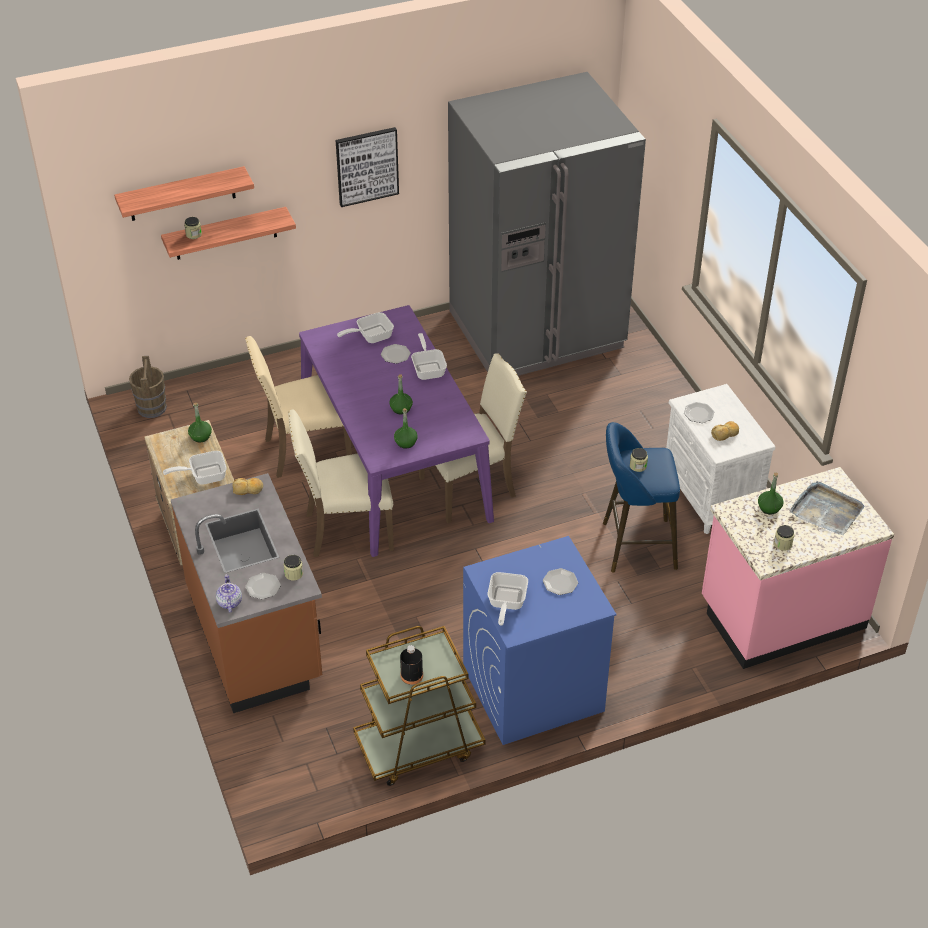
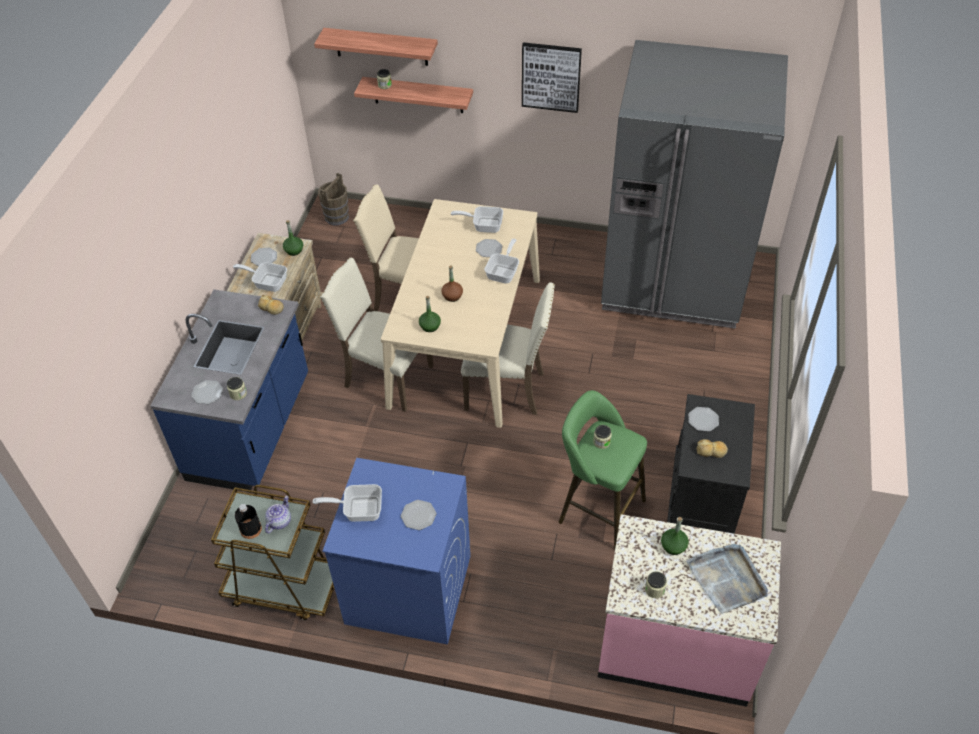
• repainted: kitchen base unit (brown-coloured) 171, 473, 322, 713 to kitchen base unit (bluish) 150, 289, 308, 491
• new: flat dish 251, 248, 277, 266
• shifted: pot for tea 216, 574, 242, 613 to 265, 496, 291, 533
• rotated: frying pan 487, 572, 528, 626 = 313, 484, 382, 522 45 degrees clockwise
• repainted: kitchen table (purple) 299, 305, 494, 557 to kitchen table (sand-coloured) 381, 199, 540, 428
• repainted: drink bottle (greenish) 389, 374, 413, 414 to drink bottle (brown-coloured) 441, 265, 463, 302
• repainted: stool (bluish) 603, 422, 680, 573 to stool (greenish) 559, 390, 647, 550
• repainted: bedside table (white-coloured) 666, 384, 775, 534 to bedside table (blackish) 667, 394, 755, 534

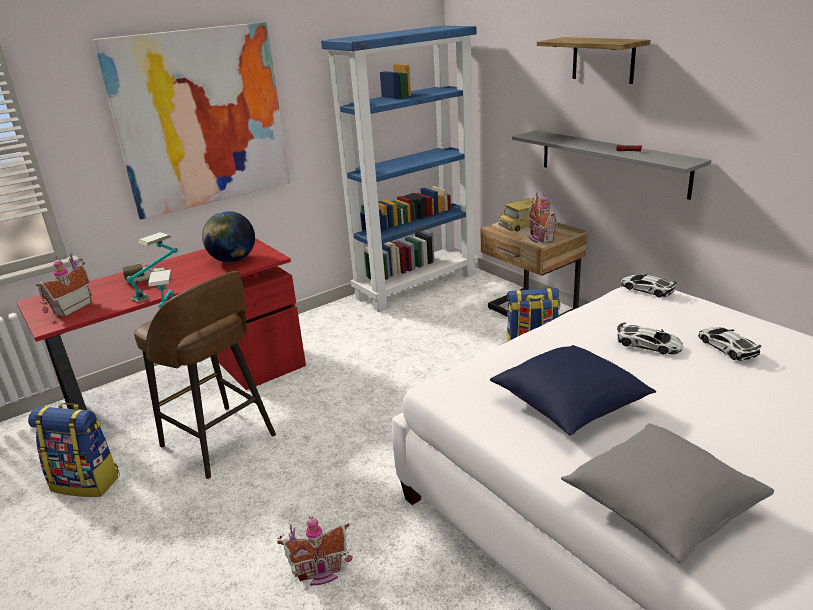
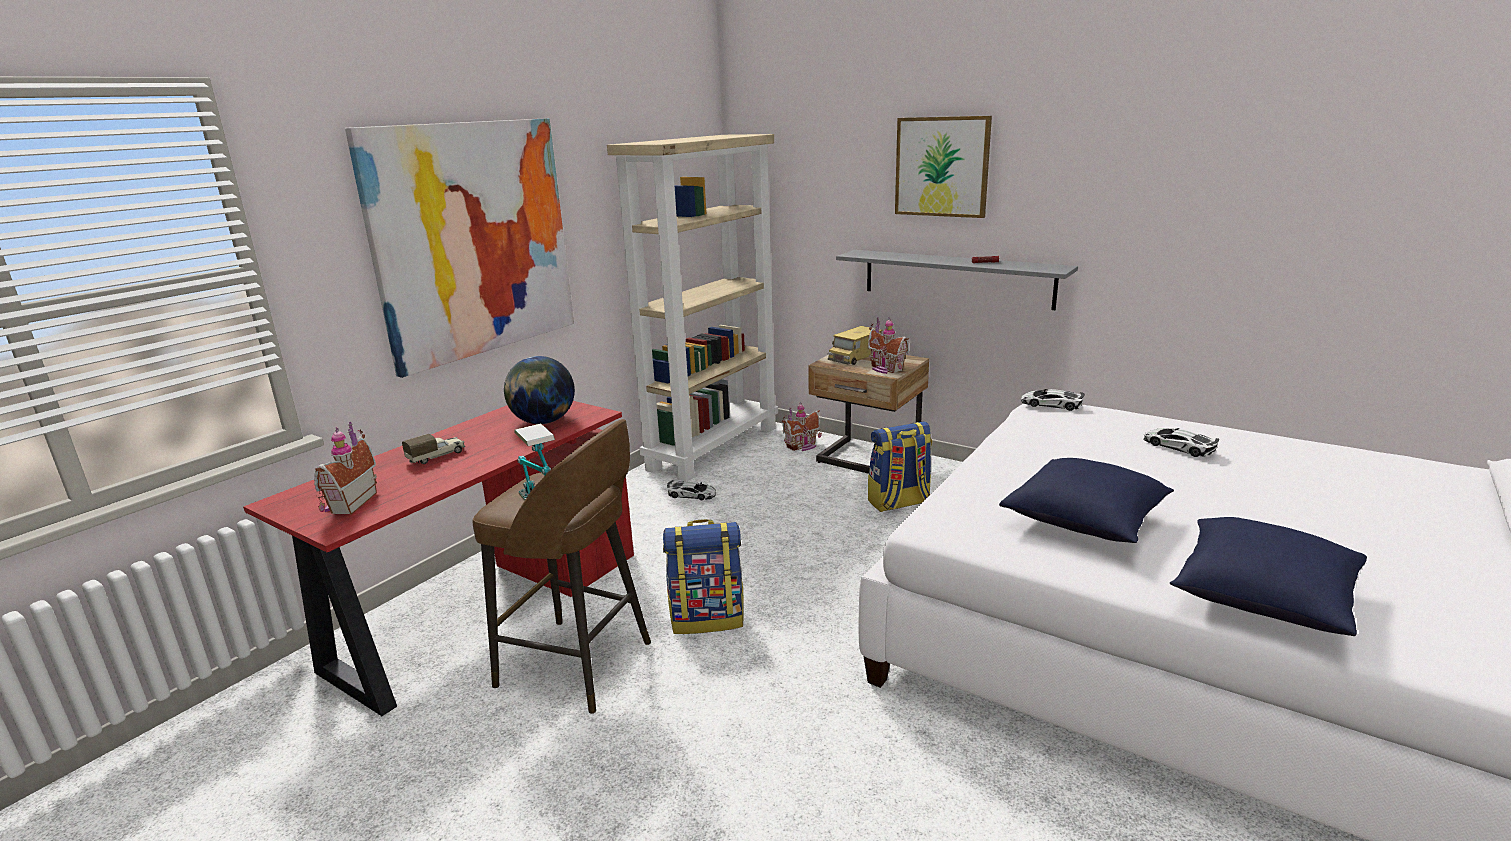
• repainted: bookshelf (bluish) 321, 26, 478, 312 to bookshelf (sand-coloured) 607, 134, 778, 482
• shifted: rucksack 28, 403, 120, 497 to 663, 519, 744, 634
• shifted: toy car 617, 323, 683, 354 to 667, 480, 716, 500
• shifted: toy house 277, 516, 353, 586 to 782, 402, 822, 451
• swapped: bracket shelf 537, 37, 650, 84 to wall art 895, 116, 992, 218
• repainted: pillow (greyish) 561, 423, 774, 564 to pillow (bluish) 1170, 517, 1367, 636
• gone: table lamp 126, 232, 178, 303

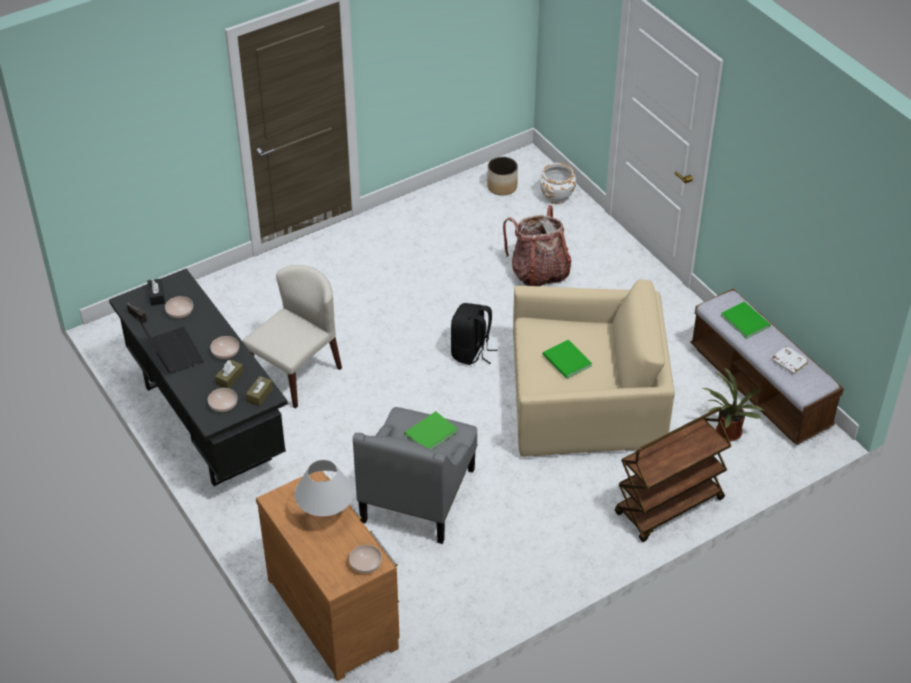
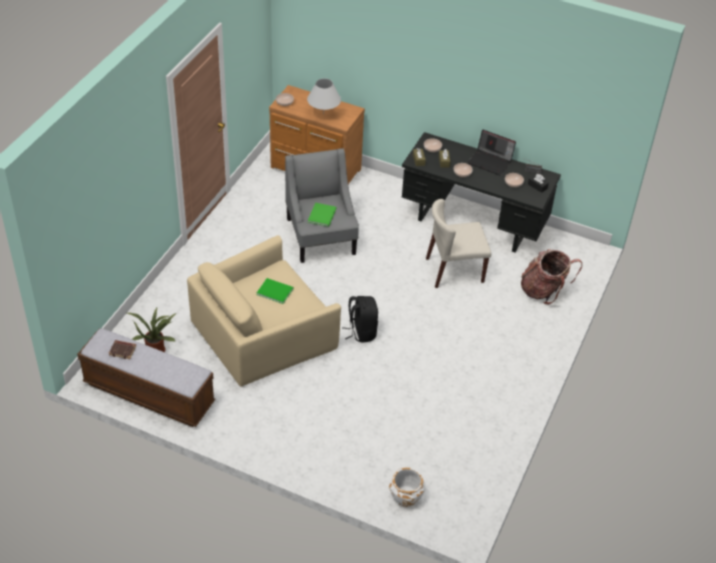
• repainted: book (white-coloured) 771, 346, 809, 375 to book (brown-coloured) 109, 340, 136, 359
• rotated: plain chair (sand-coloured) 242, 265, 342, 409 = 426, 199, 491, 288 75 degrees clockwise
• shifted: rucksack 503, 205, 571, 286 to 521, 249, 582, 304
• gone: flower pot 487, 157, 518, 196
• gone: cart (brown-coloured) 615, 408, 732, 542
• gone: book (greenish) 721, 301, 771, 339

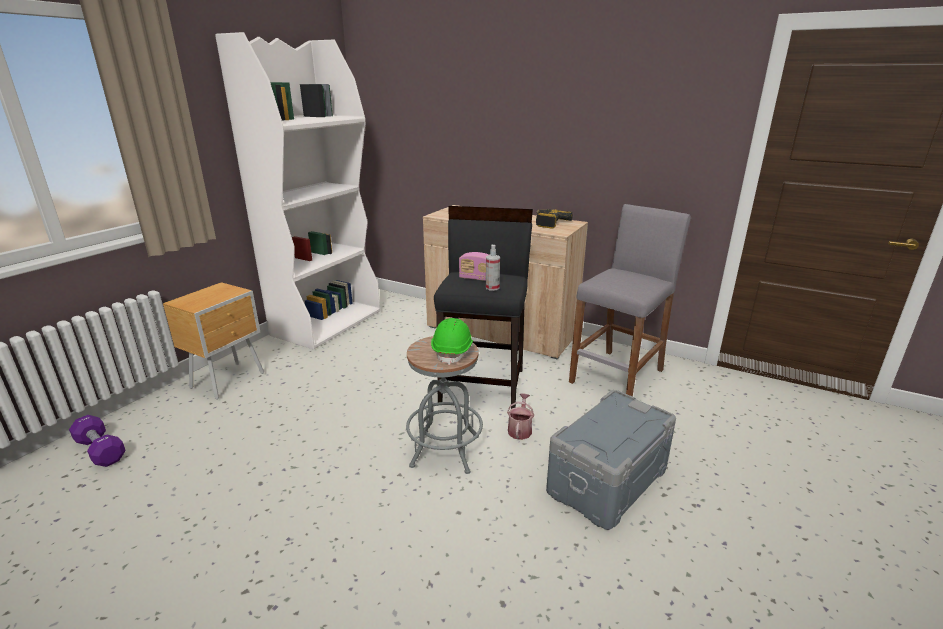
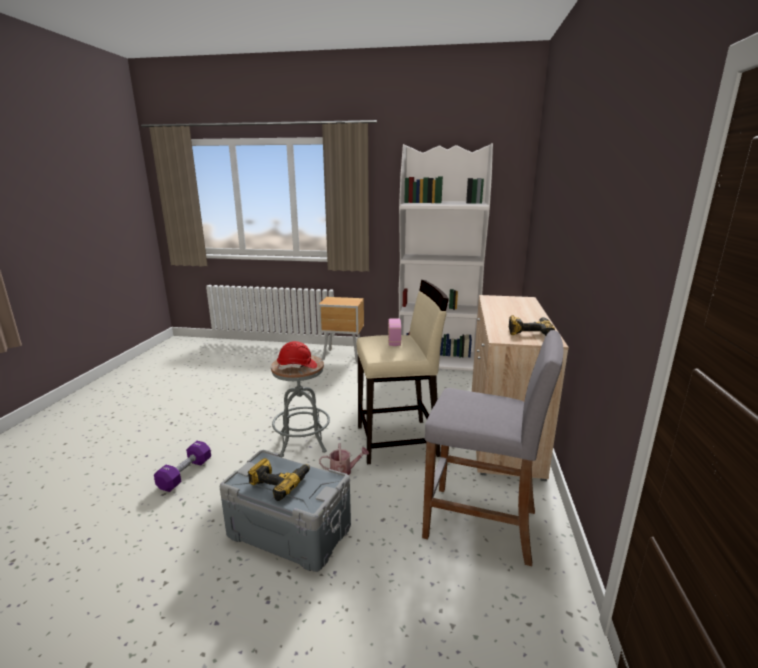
• shifted: hand weight (purple) 69, 415, 126, 467 to 154, 441, 211, 492
• new: power drill 248, 458, 310, 501
• repainted: safety helmet (greenish) 431, 318, 473, 365 to safety helmet (reddish) 277, 341, 317, 370
• repainted: stool (blackish) 434, 206, 533, 409 to stool (sand-coloured) 357, 280, 449, 465
• gone: hand sprayer 486, 245, 500, 291

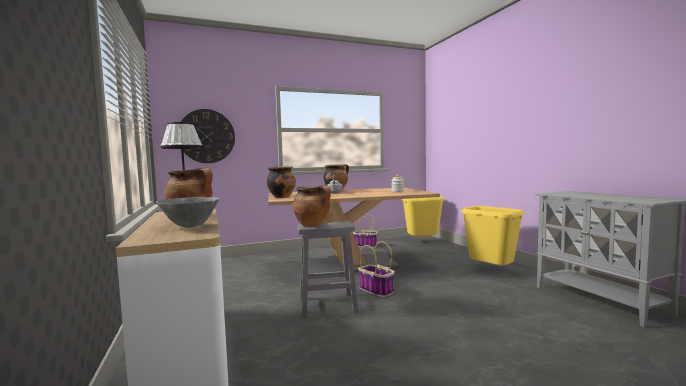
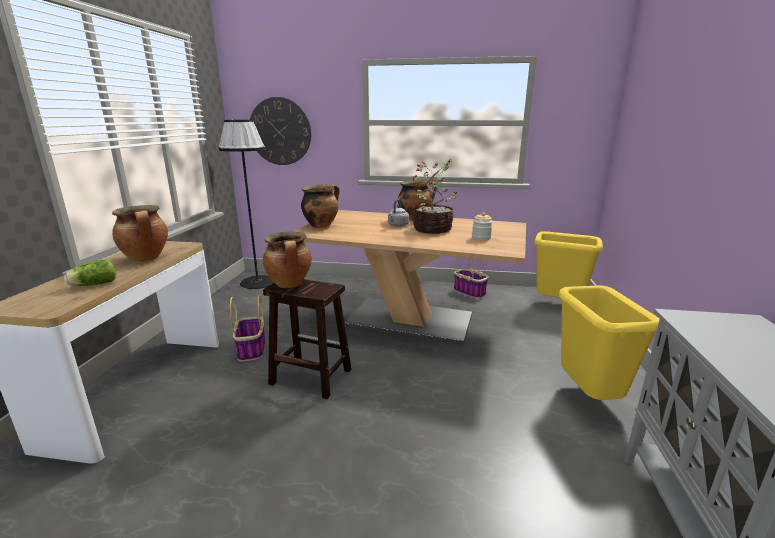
• swapped: bowl (greyish) 156, 197, 220, 227 to lettuce 64, 260, 116, 286
• shifted: storage basket 358, 241, 395, 297 to 230, 295, 265, 361
• repainted: stool (greyish) 298, 221, 358, 316 to stool (brown-coloured) 263, 279, 351, 399
• new: plant in a pot 412, 159, 457, 234

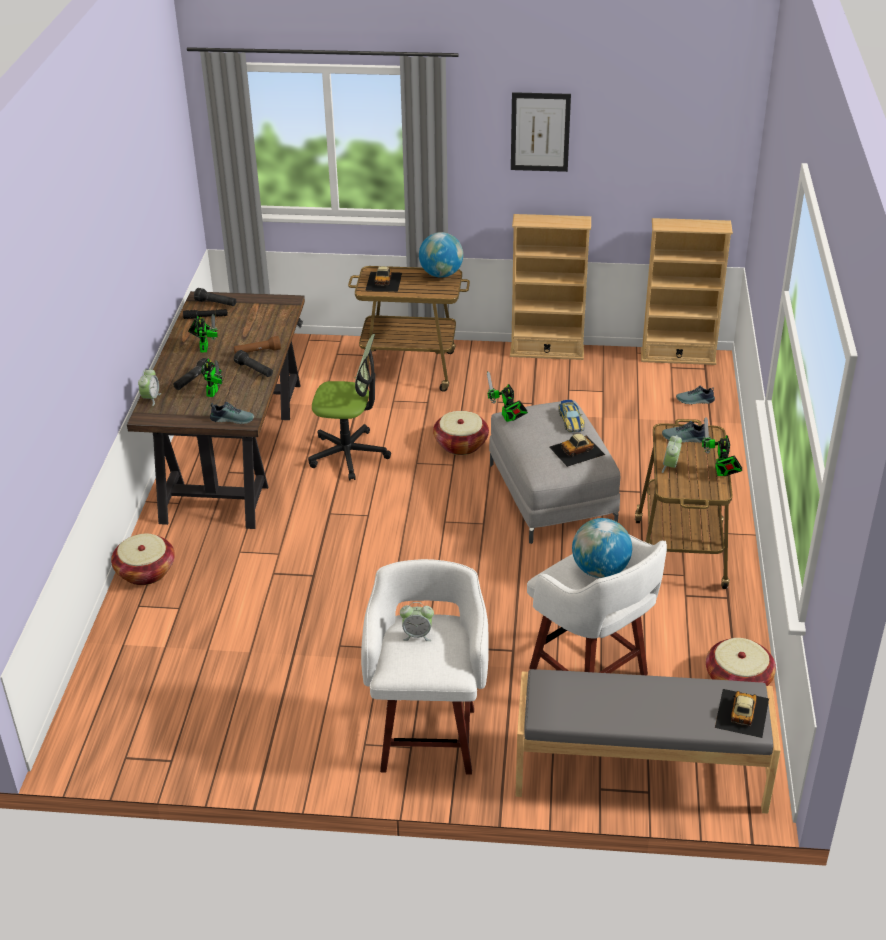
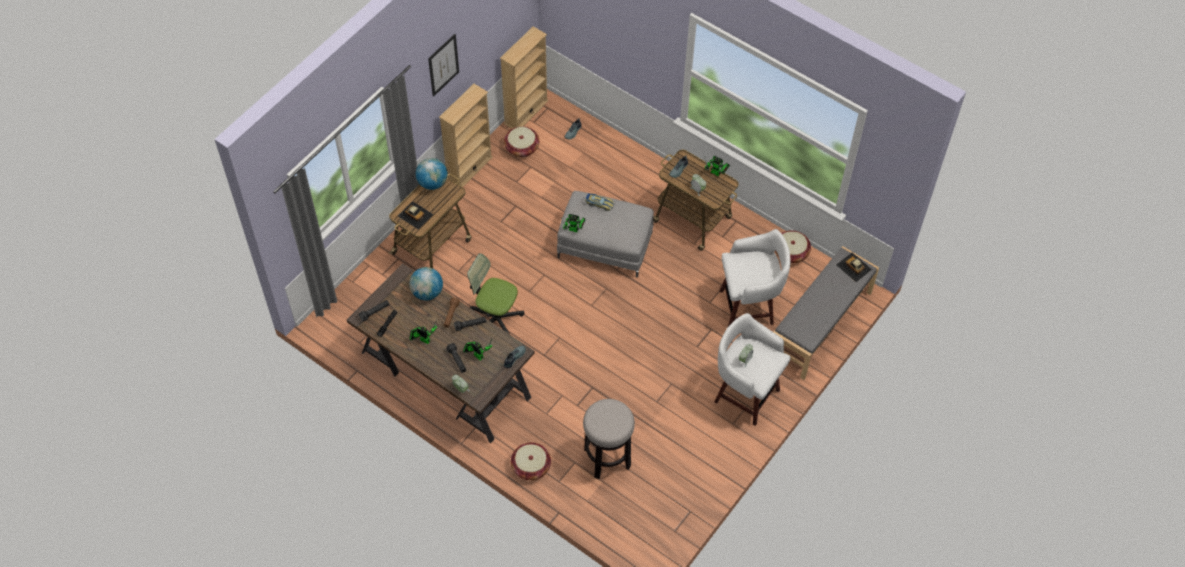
• shifted: globe 572, 518, 632, 578 to 409, 267, 443, 300
• rotated: desk chair 308, 334, 391, 481 = 467, 253, 524, 333 105 degrees counterclockwise
• shifted: storage basket 433, 411, 489, 455 to 504, 126, 539, 157
• new: stool 583, 399, 635, 479
• gone: toy car 549, 433, 605, 467

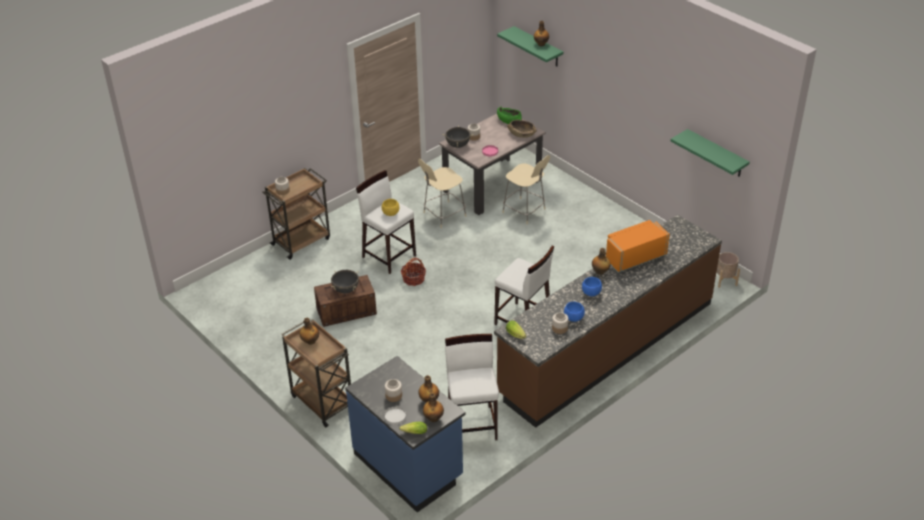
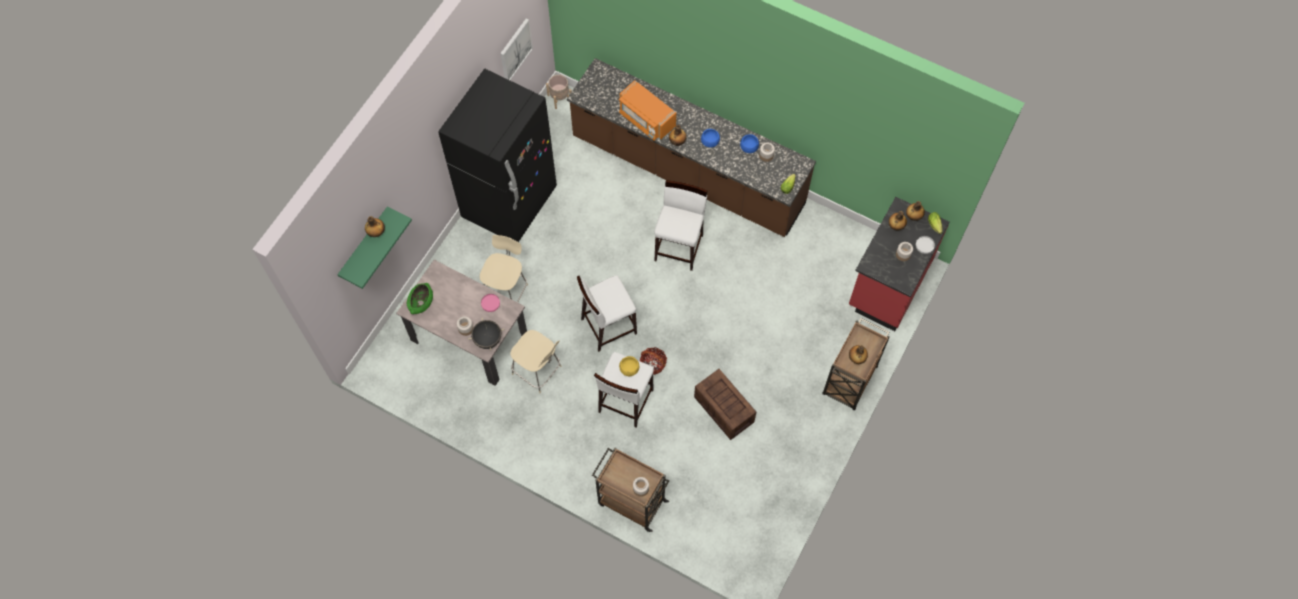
• new: fridge (blackish) 439, 69, 557, 242
• swapped: bracket shelf (greenish) 671, 129, 750, 177 to wall art 500, 18, 533, 80
• shifted: stool (white-coloured) 445, 334, 499, 441 to 577, 275, 637, 352
• repainted: kitchen base unit (bluish) 345, 356, 466, 512 to kitchen base unit (reddish) 849, 197, 950, 331
• gone: cooking pot (blackish) 331, 270, 359, 294
• gone: bowl (brown-coloured) 507, 120, 537, 138

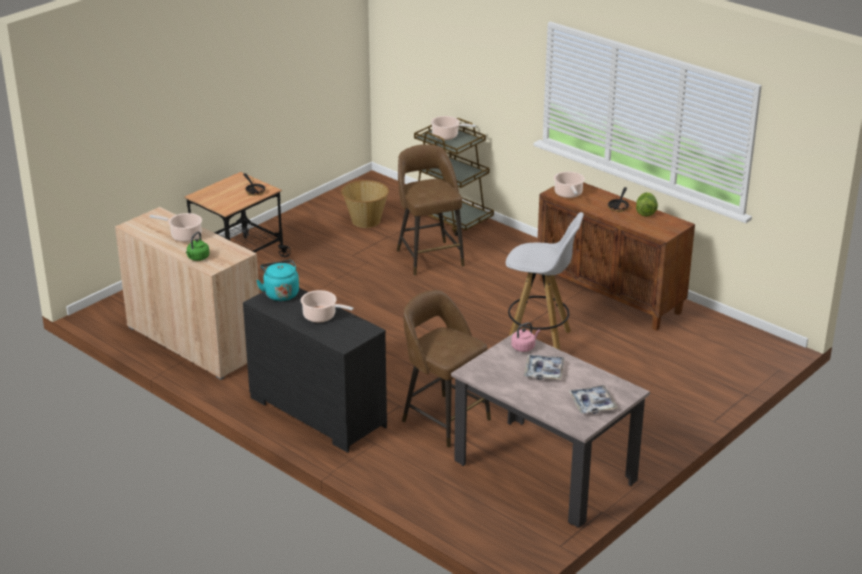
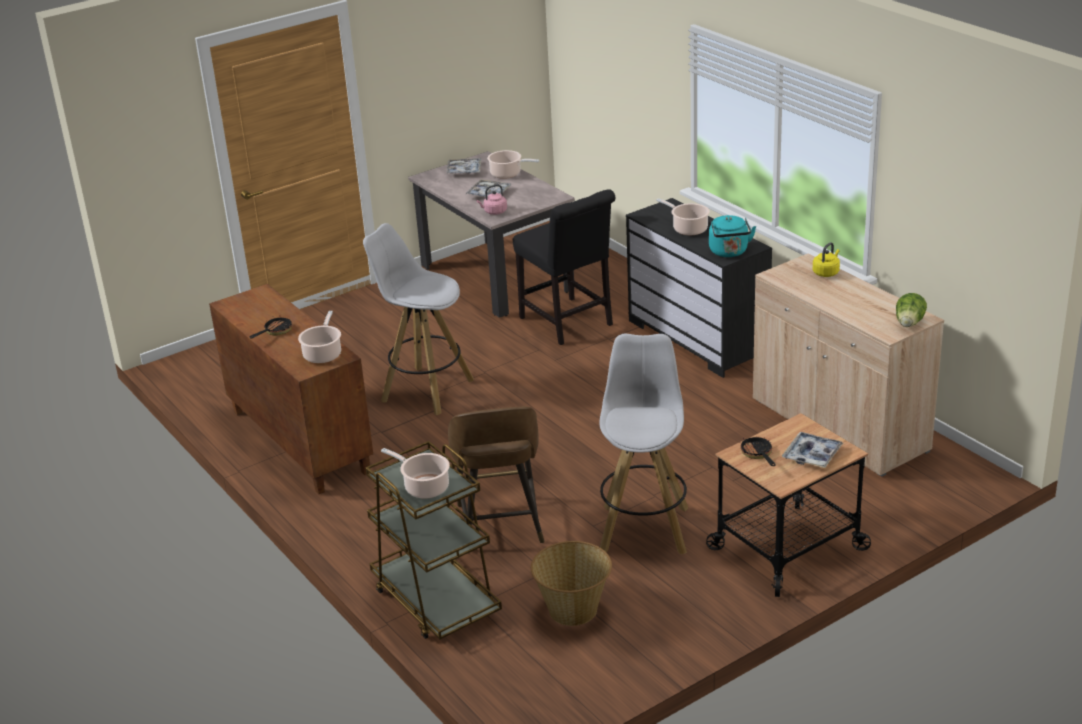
• shifted: cooking pot 149, 213, 202, 242 to 487, 150, 539, 179
• swapped: stool (brown-coloured) 402, 290, 491, 447 to plain chair (blackish) 513, 189, 615, 345
• new: stool (white-coloured) 600, 334, 688, 555
• new: serving tray 782, 432, 843, 468
• repainted: water kettle (greenish) 186, 232, 209, 261 to water kettle (yellowish) 813, 242, 840, 277
• shifted: lettuce 636, 192, 658, 217 to 896, 293, 927, 327

